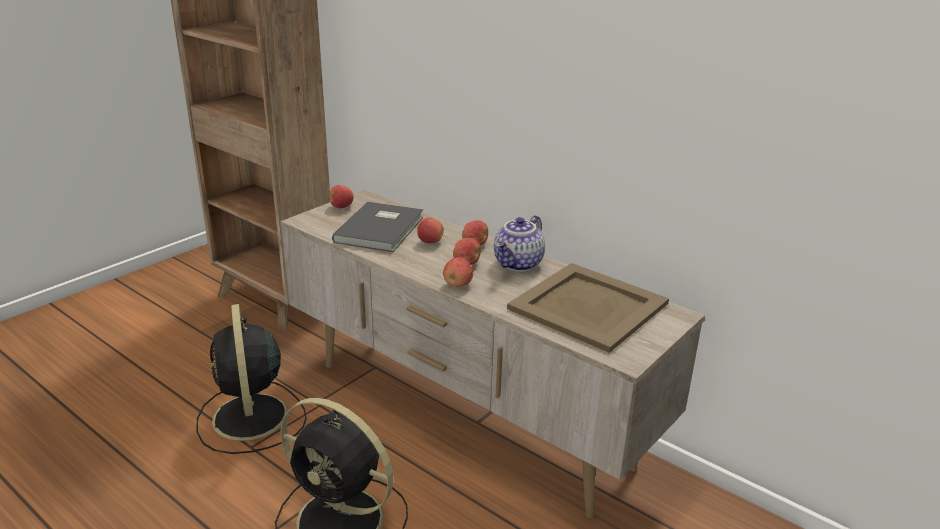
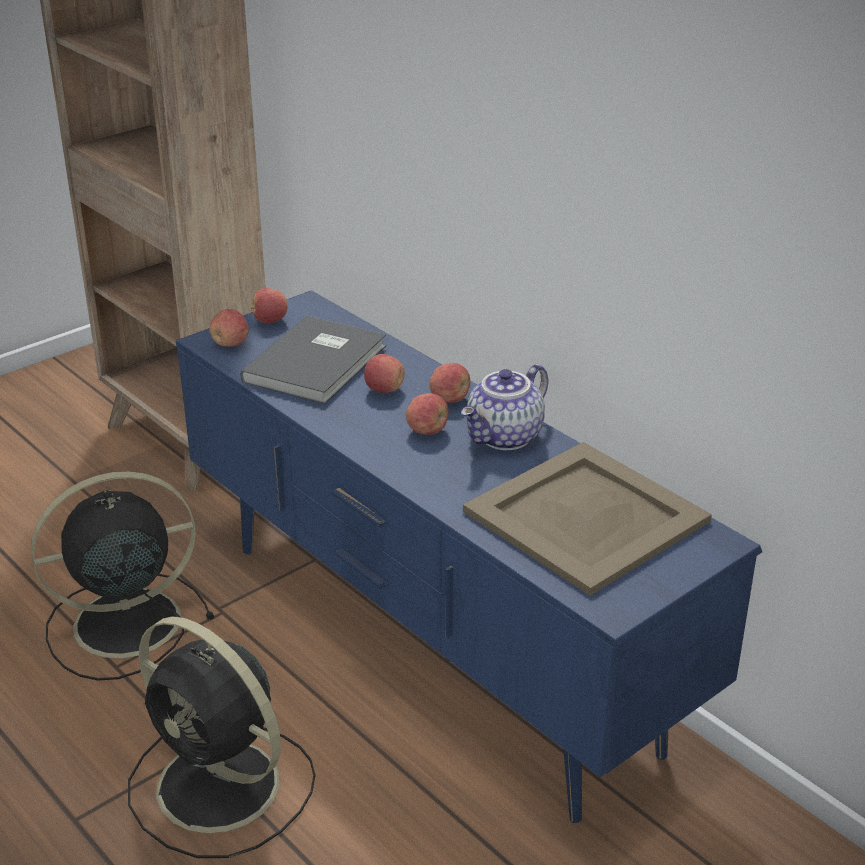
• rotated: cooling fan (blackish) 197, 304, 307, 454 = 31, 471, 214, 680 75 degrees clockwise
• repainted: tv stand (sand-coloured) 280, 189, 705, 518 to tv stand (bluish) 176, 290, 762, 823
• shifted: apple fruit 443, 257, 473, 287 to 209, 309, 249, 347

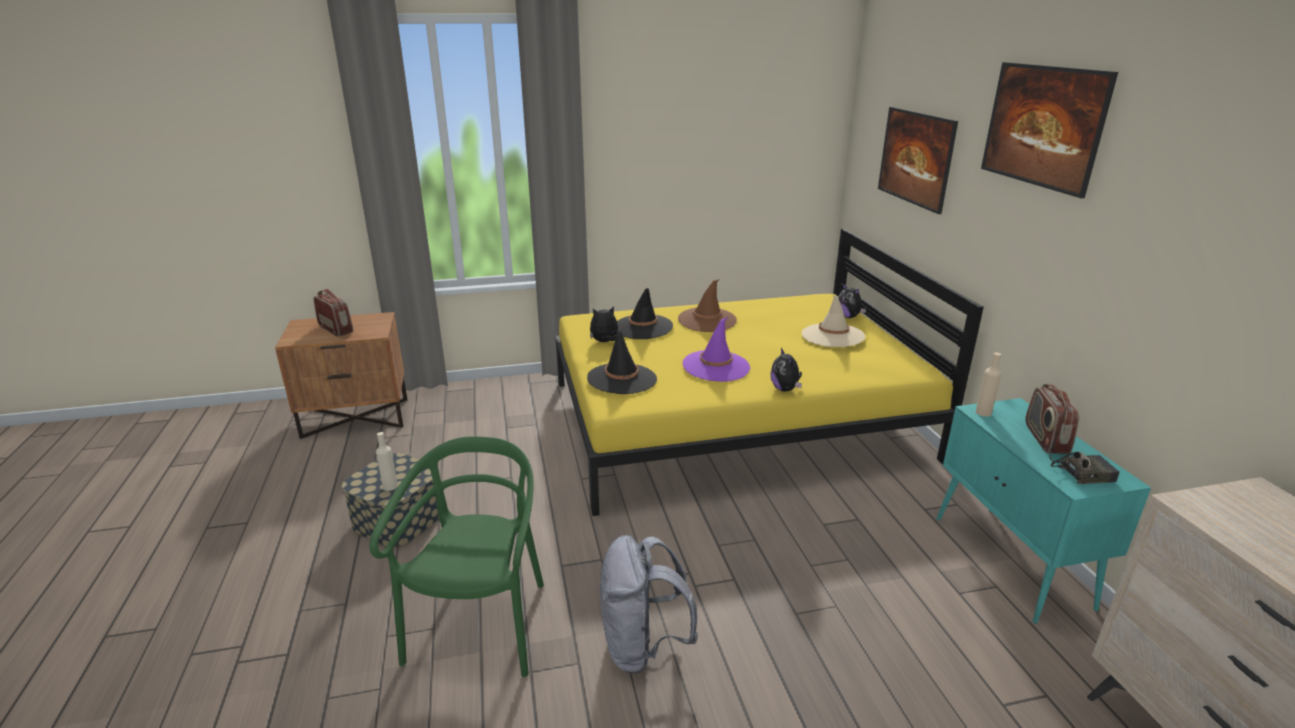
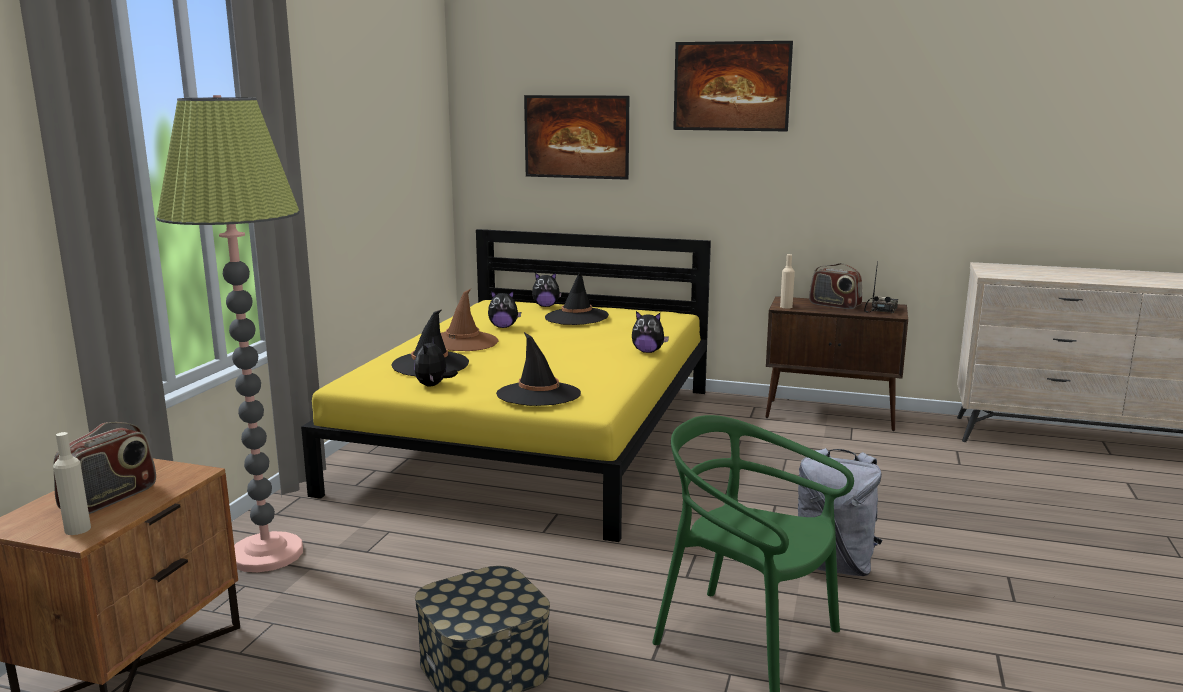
• rotated: radio receiver 314, 289, 353, 337 = 53, 422, 156, 514 135 degrees clockwise
• shifted: drink bottle (sand-coloured) 376, 432, 398, 491 to 53, 432, 91, 535
• new: standard lamp 156, 95, 303, 572
• new: cuddly toy 488, 291, 521, 328
• repainted: clothing hat (sand-coloured) 802, 295, 865, 347 to clothing hat (blackish) 545, 273, 609, 325
• repainted: cupboard (blue-green) 937, 398, 1151, 624 to cupboard (brown-coloured) 765, 296, 908, 431
• gone: clothing hat (purple) 682, 317, 750, 382

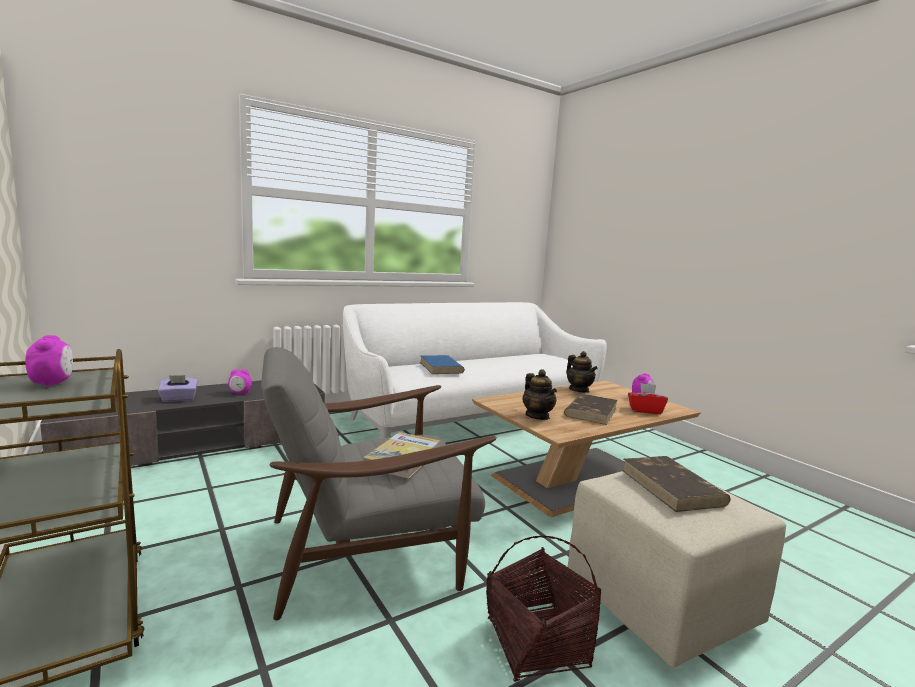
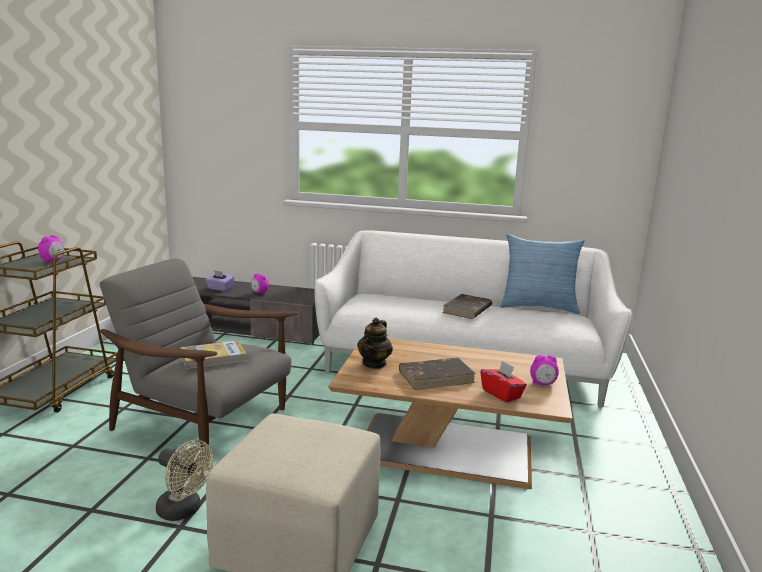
• swapped: storage basket 486, 536, 601, 682 to cooling fan (sand-coloured) 156, 440, 214, 521
• shifted: book (brown-coloured) 622, 456, 730, 512 to 443, 294, 492, 319
• new: pillow 500, 234, 585, 314
• gone: book (bluish) 420, 355, 465, 374
• gone: pot for tea 566, 351, 598, 393

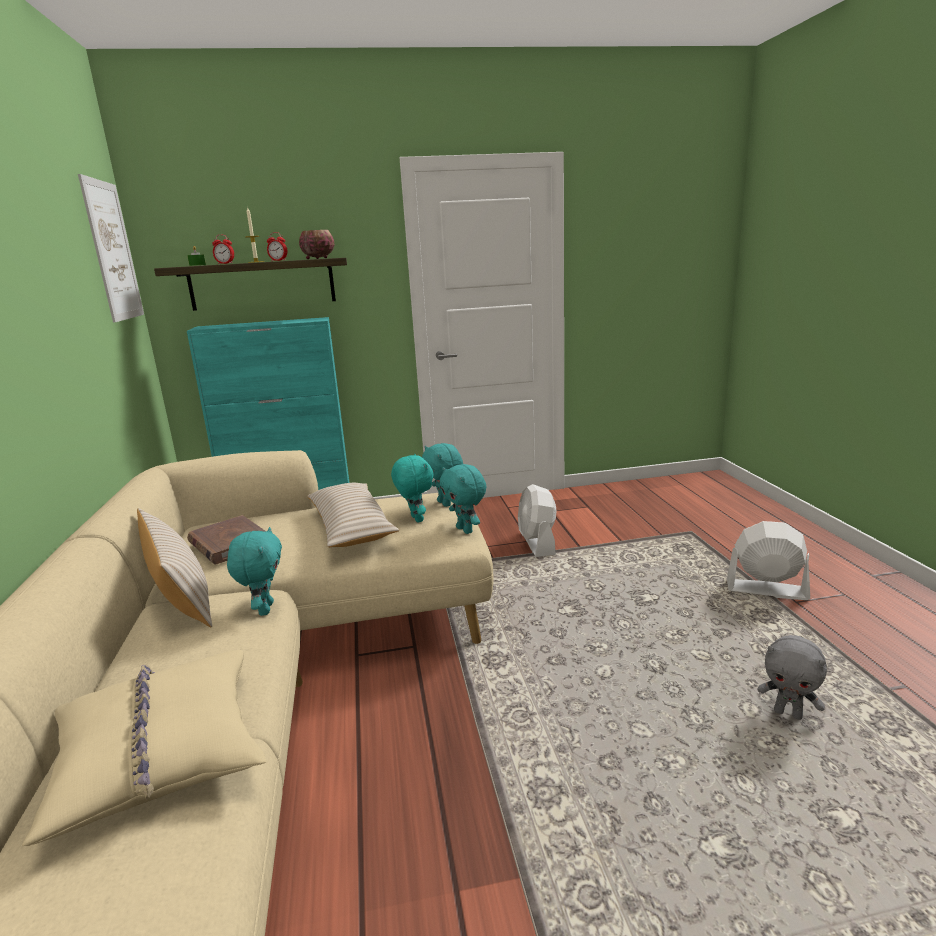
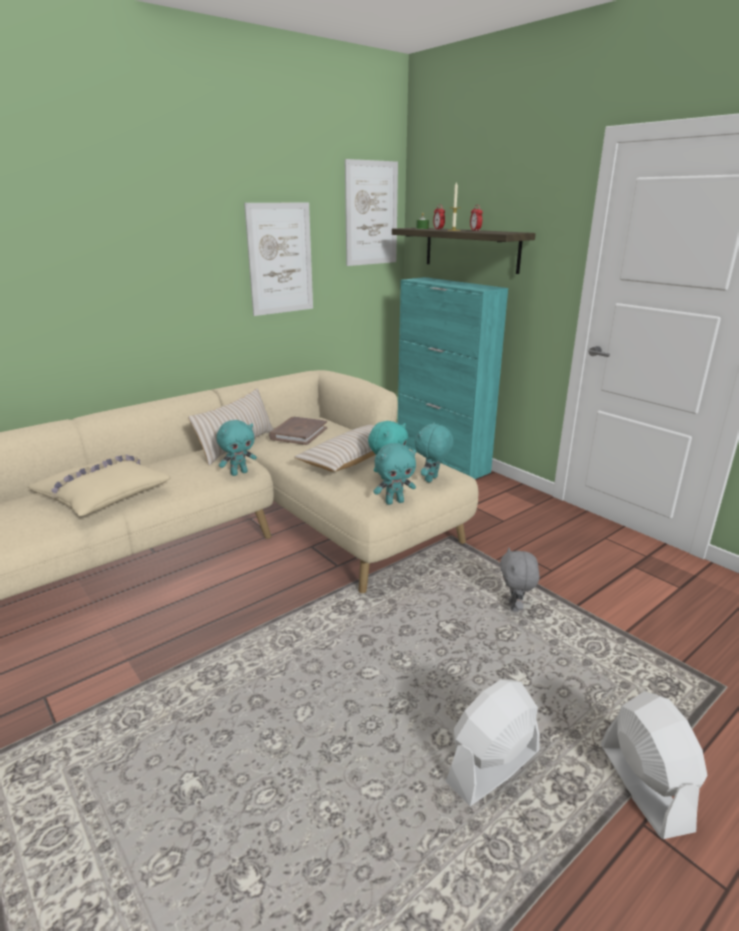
• new: wall art 244, 203, 313, 316
• rotated: cuddly toy (blue-green) 440, 464, 486, 534 = 373, 443, 416, 505 135 degrees counterclockwise
• shifted: cooling fan (white-coloured) 518, 484, 557, 557 to 446, 679, 540, 806
• shifted: cuddly toy (greyish) 758, 635, 827, 720 to 500, 547, 539, 612
• gone: bowl 299, 230, 334, 259

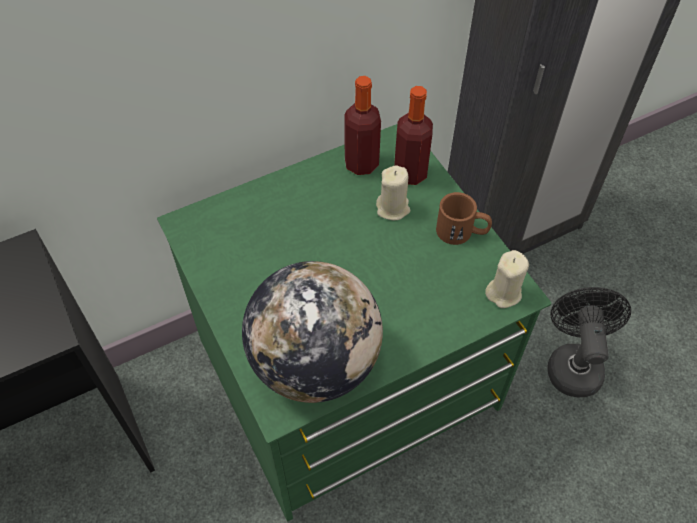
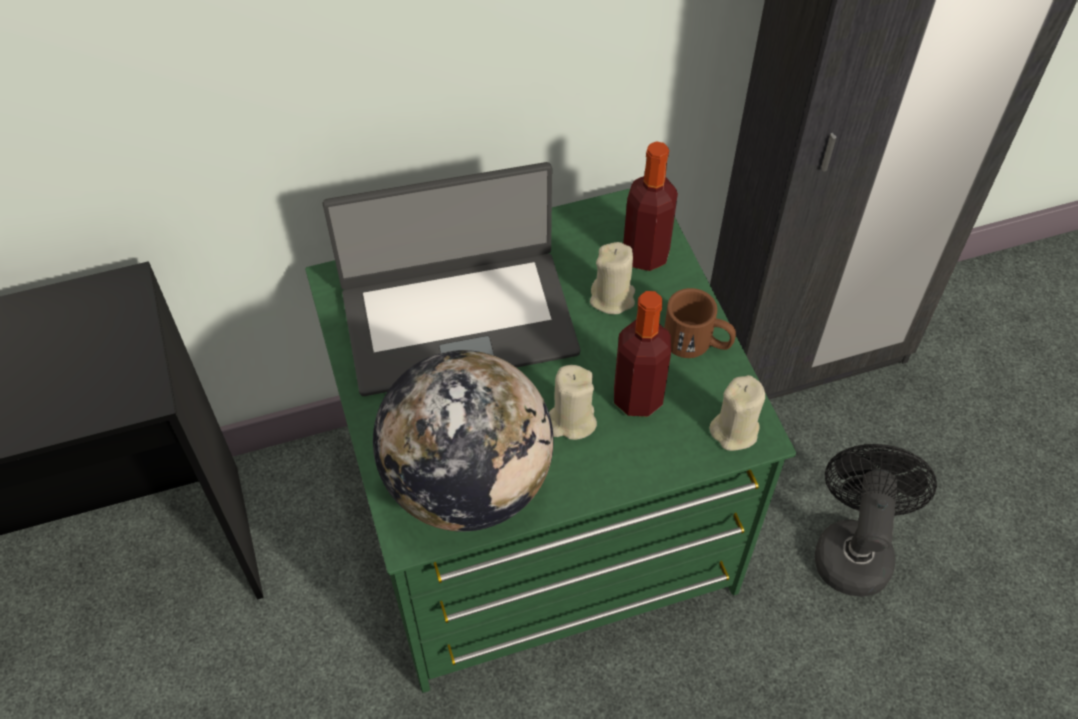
• new: portable computer 323, 162, 580, 396
• new: candle (sand-coloured) 549, 365, 597, 440
• shifted: drink bottle 344, 76, 381, 175 to 614, 291, 671, 416

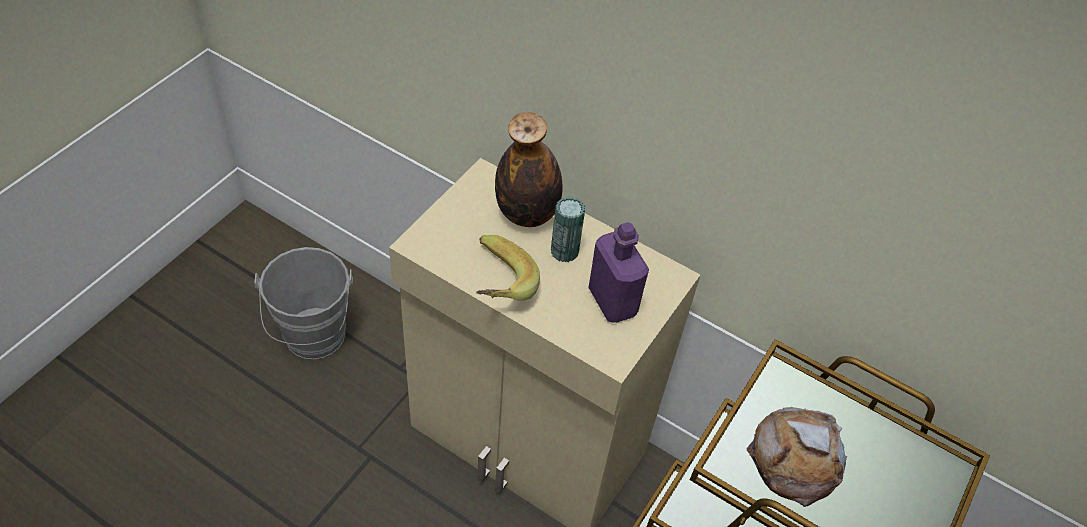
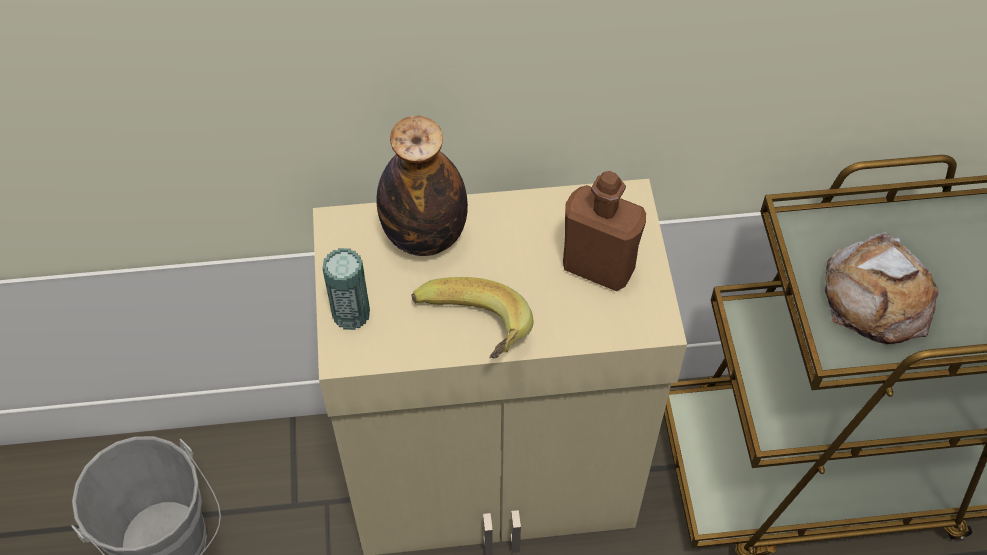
• shifted: sealed can 551, 197, 585, 262 to 322, 248, 370, 330
• repainted: drink bottle (purple) 588, 222, 649, 323 to drink bottle (brown-coloured) 563, 171, 646, 291

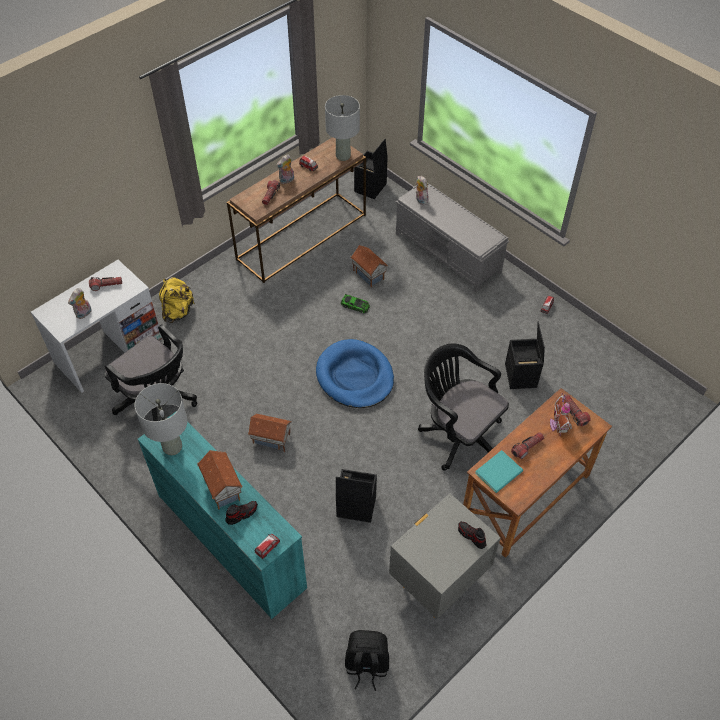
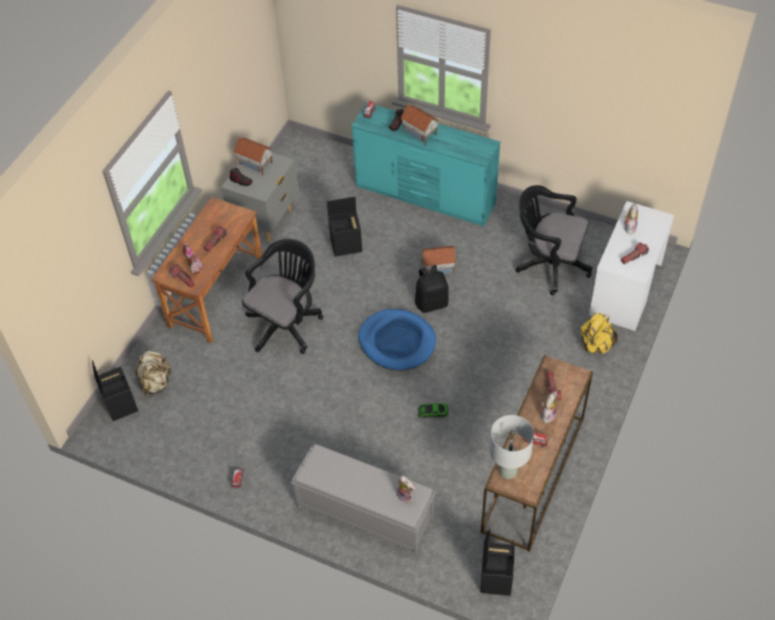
• shifted: storage container (blackish) 505, 322, 545, 389 to 92, 360, 138, 421
• new: rucksack (sand-coloured) 134, 351, 173, 397
• shifted: toy house 351, 245, 388, 287 to 234, 138, 273, 175
• rotated: desk chair (blackish) 418, 344, 509, 471 = 242, 239, 323, 354 75 degrees counterclockwise
• shifted: rucksack (blackish) 345, 630, 389, 691 to 415, 265, 449, 313
• gone: table lamp (greyish) 135, 383, 188, 455
• gone: book (blue-green) 475, 450, 523, 493

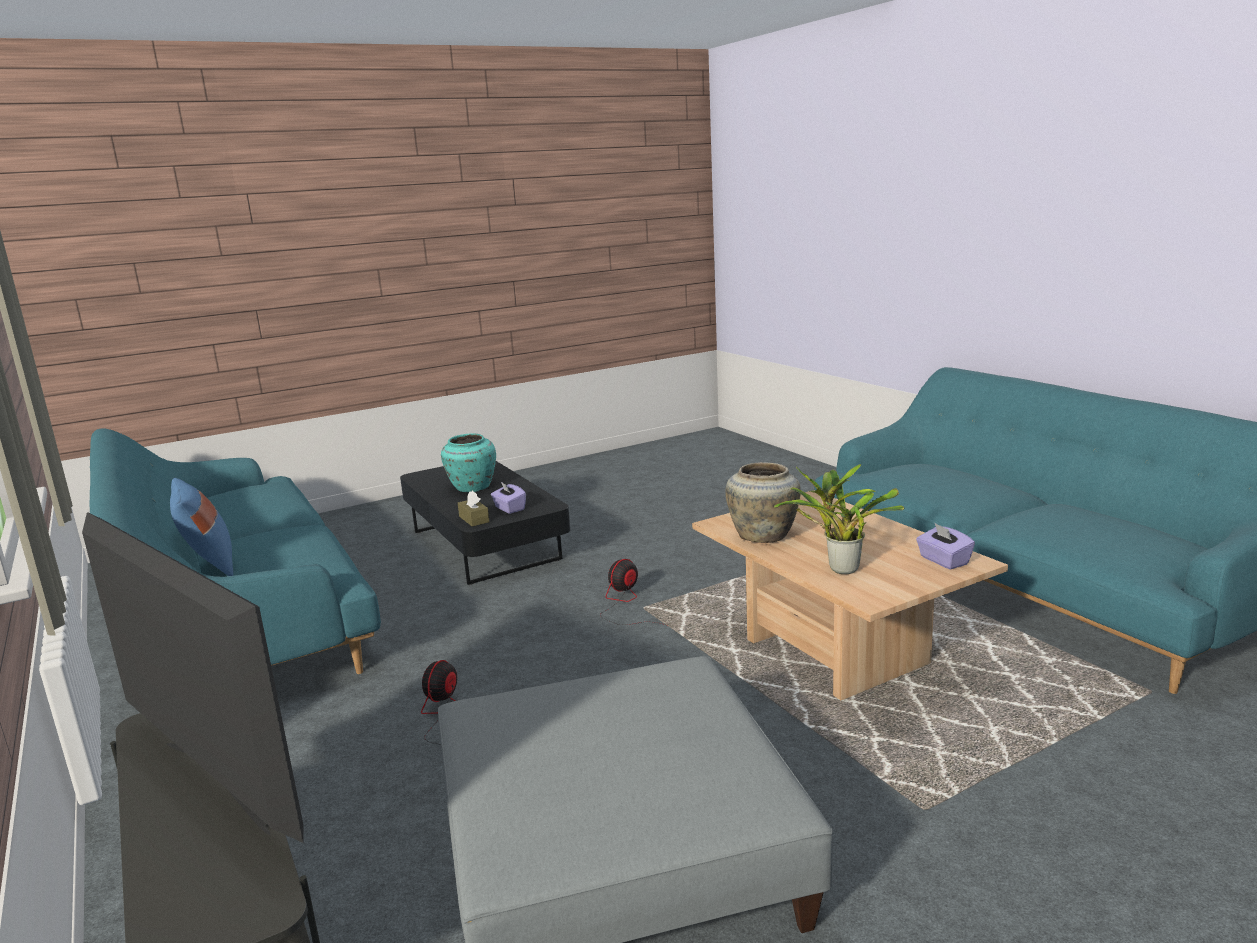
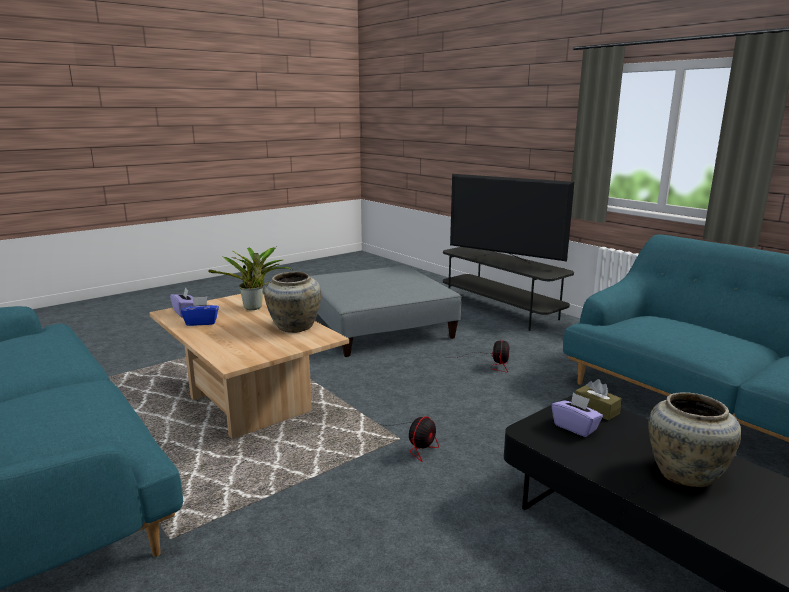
• new: box of tissues (bluish) 181, 297, 219, 326
• repainted: vase (blue-green) 441, 433, 496, 492 to vase (sand-coloured) 648, 393, 741, 487
• gone: pillow (bluish) 170, 478, 233, 576

